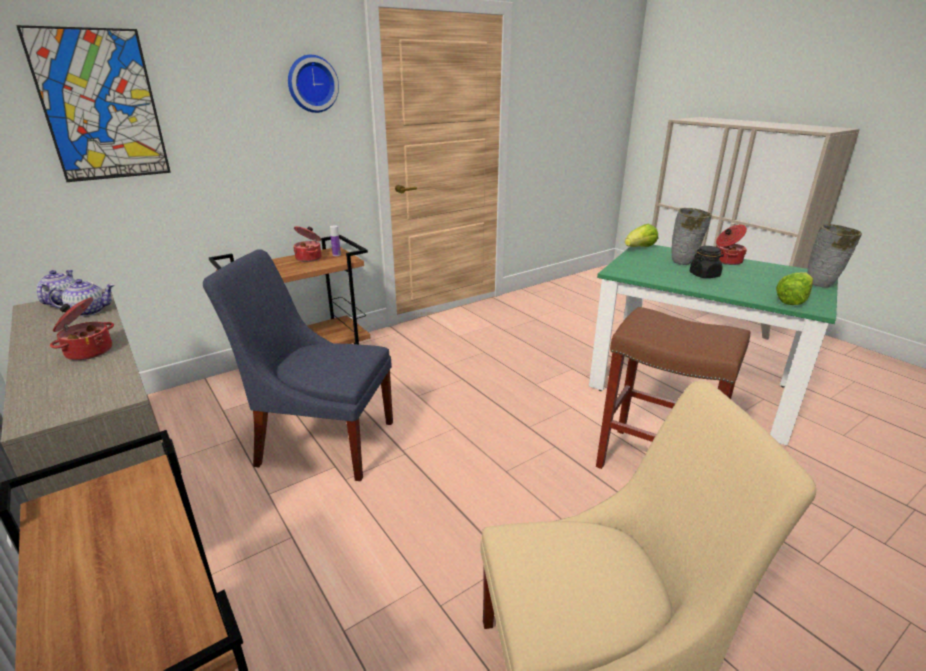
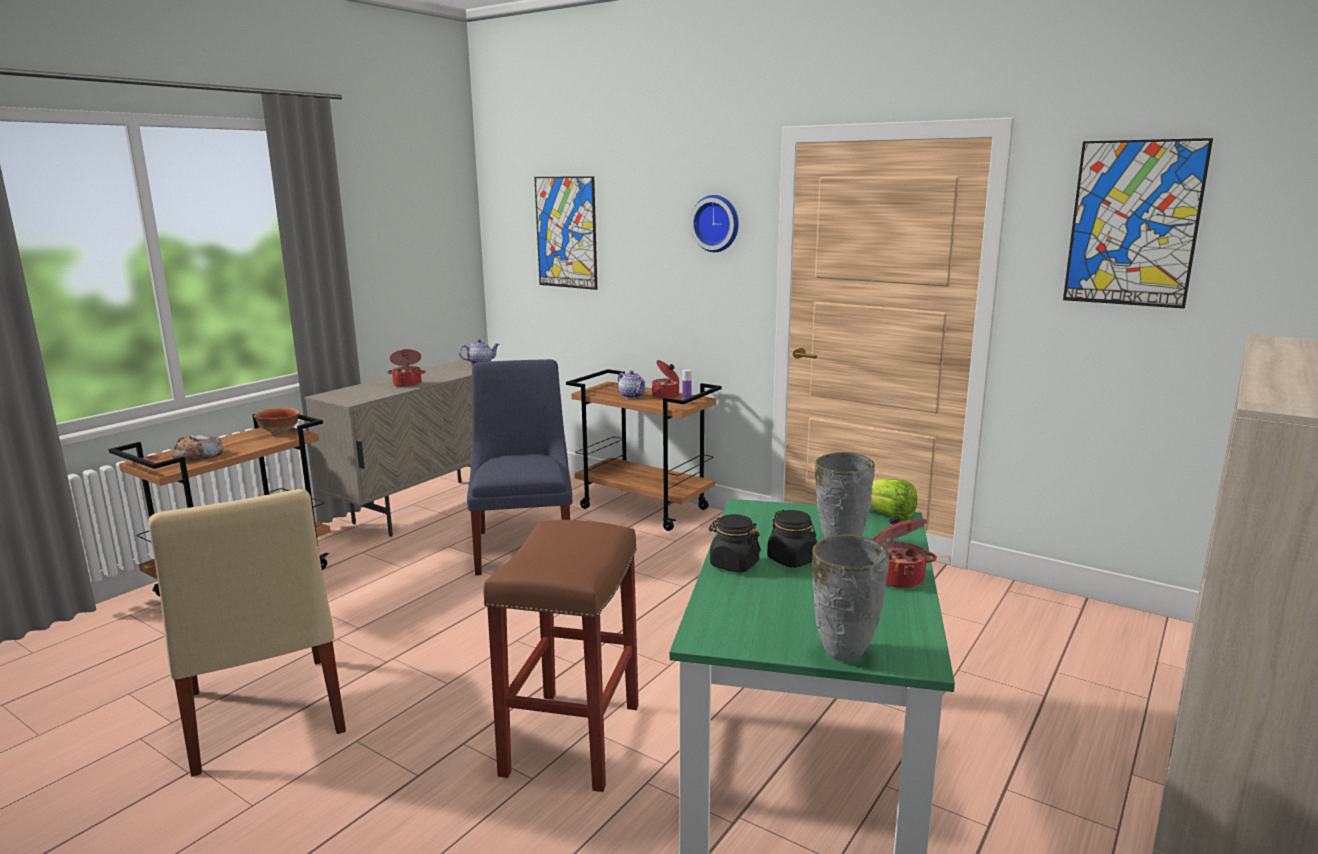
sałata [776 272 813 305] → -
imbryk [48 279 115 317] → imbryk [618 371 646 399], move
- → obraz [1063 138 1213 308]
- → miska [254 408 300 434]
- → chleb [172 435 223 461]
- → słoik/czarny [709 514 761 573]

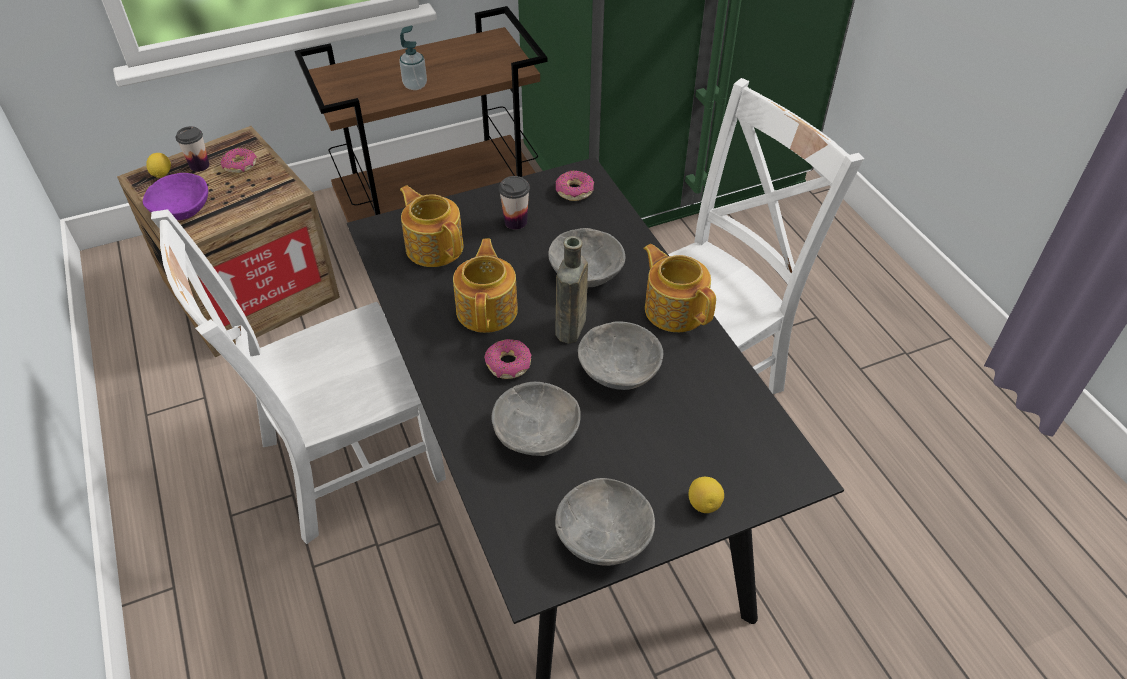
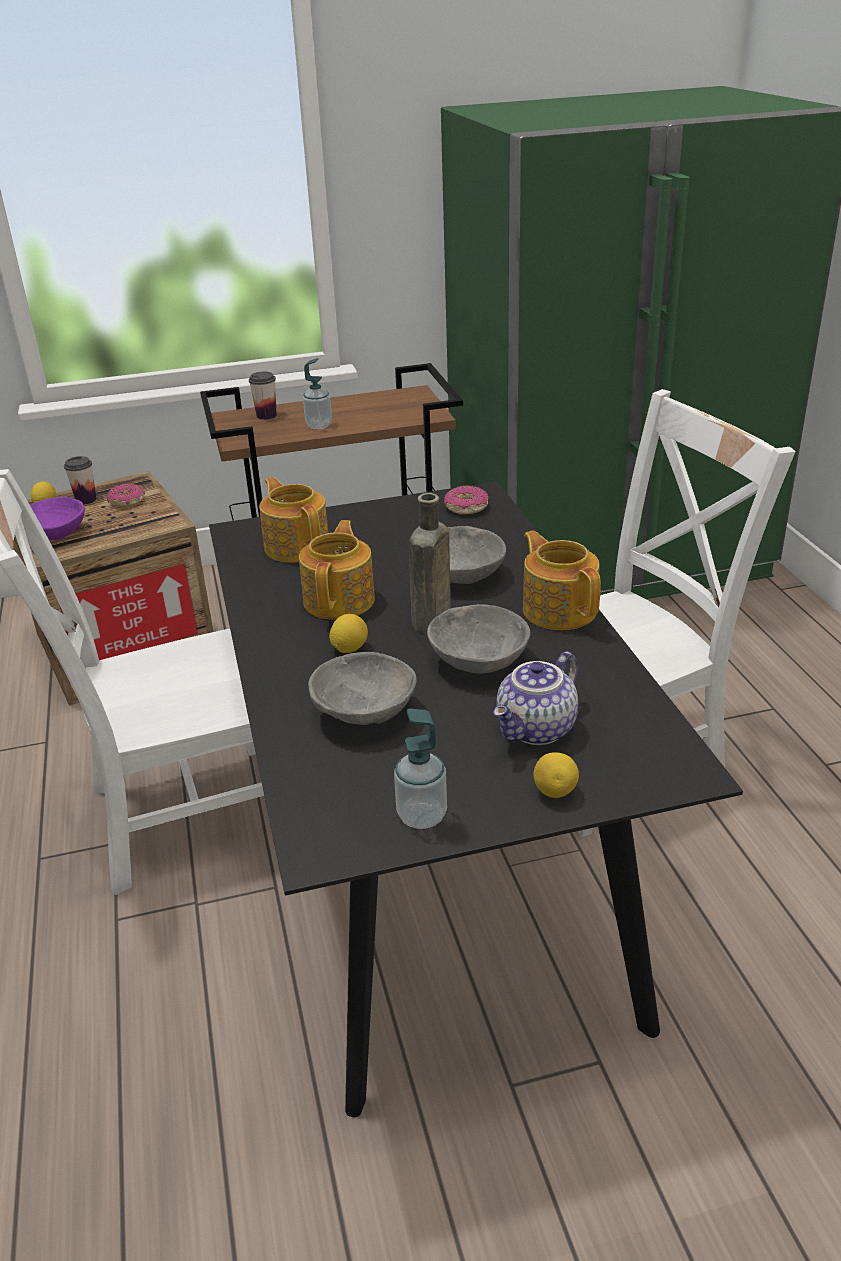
filiżanka [499 176 530 230] → filiżanka [249 372 277 420], move
donut [484 339 531 379] → cytryna [329 614 368 653]
miska/szary [555 478 655 566] → dozownik mydła [394 708 447 829]
- → imbryk [494 651 578 745]

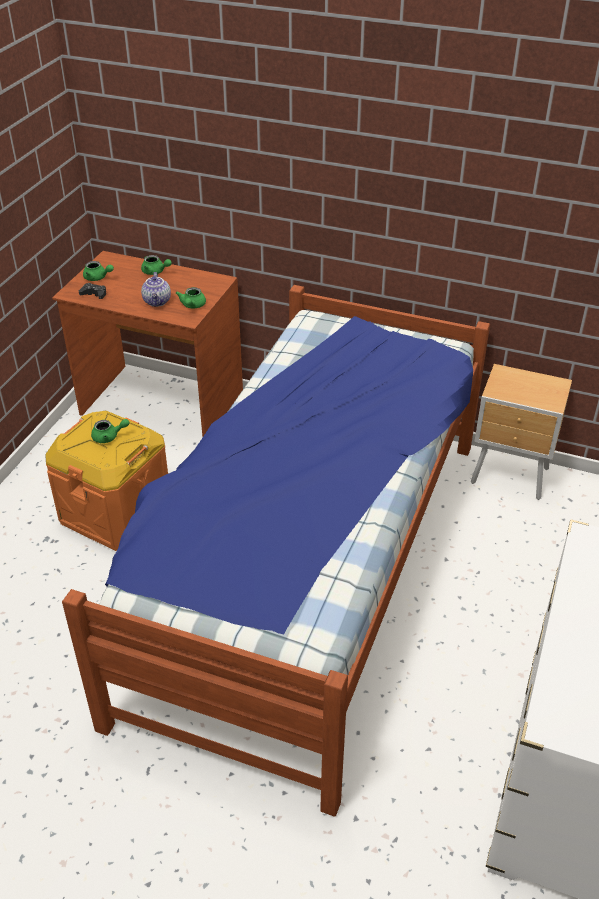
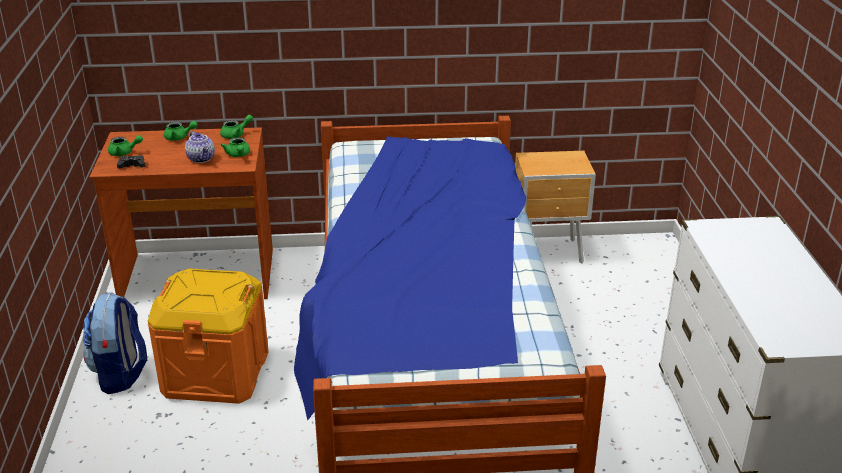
imbryk/zielony [91 419 129 443] → imbryk/zielony [220 115 253 139], move
- → plecak [83 292 147 394]

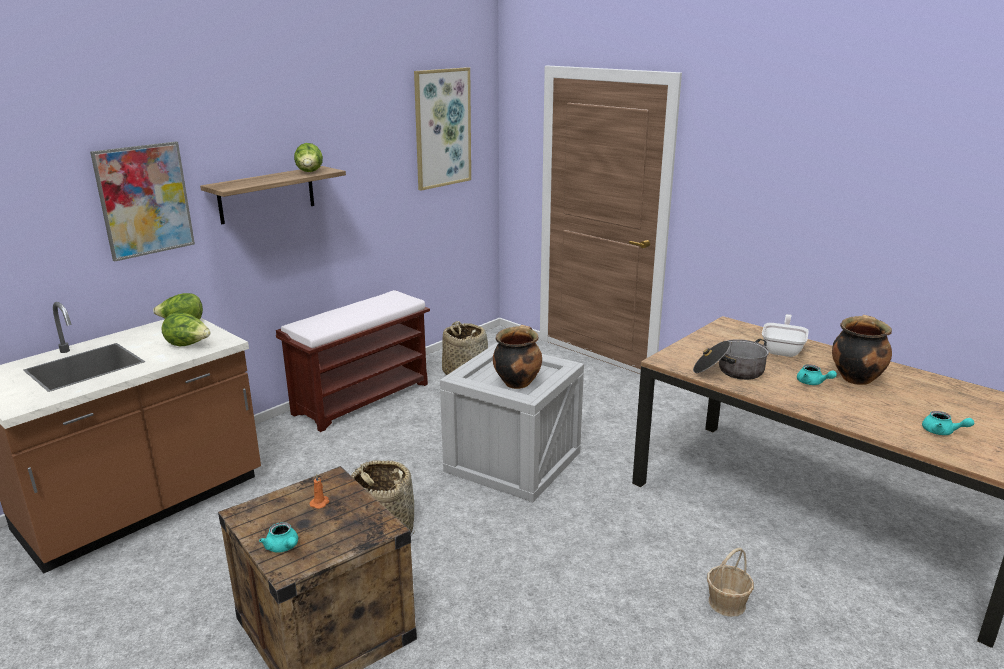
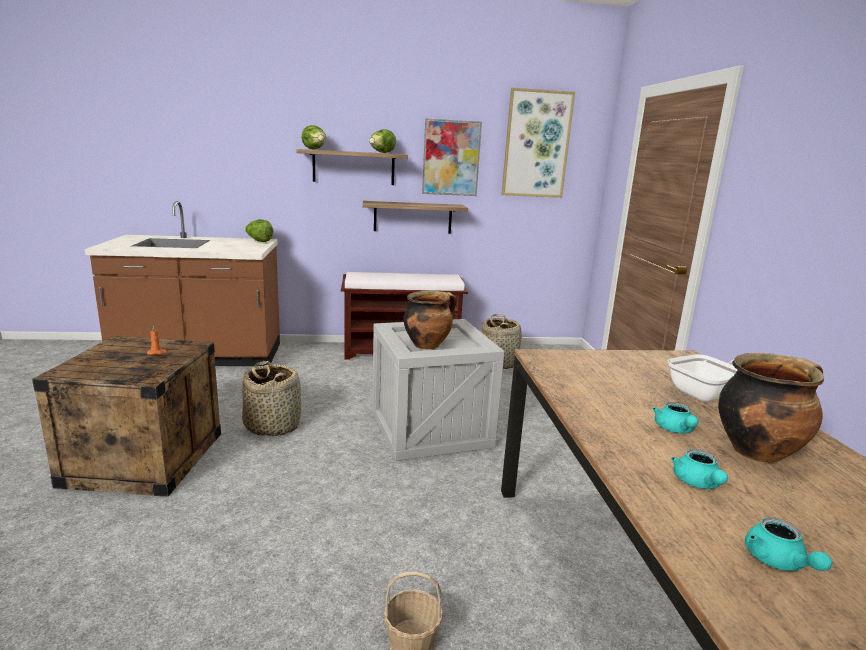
obraz [90 141 195 261] → obraz [422 118 482 196], move
sałata [162 313 211 347] → sałata [301 125 326 150], move
garnek [693 339 769 380] → -
imbryk/turkusowy [259 522 298 553] → imbryk/turkusowy [671 449 728 489], move
- → półka [362 201 468 234]

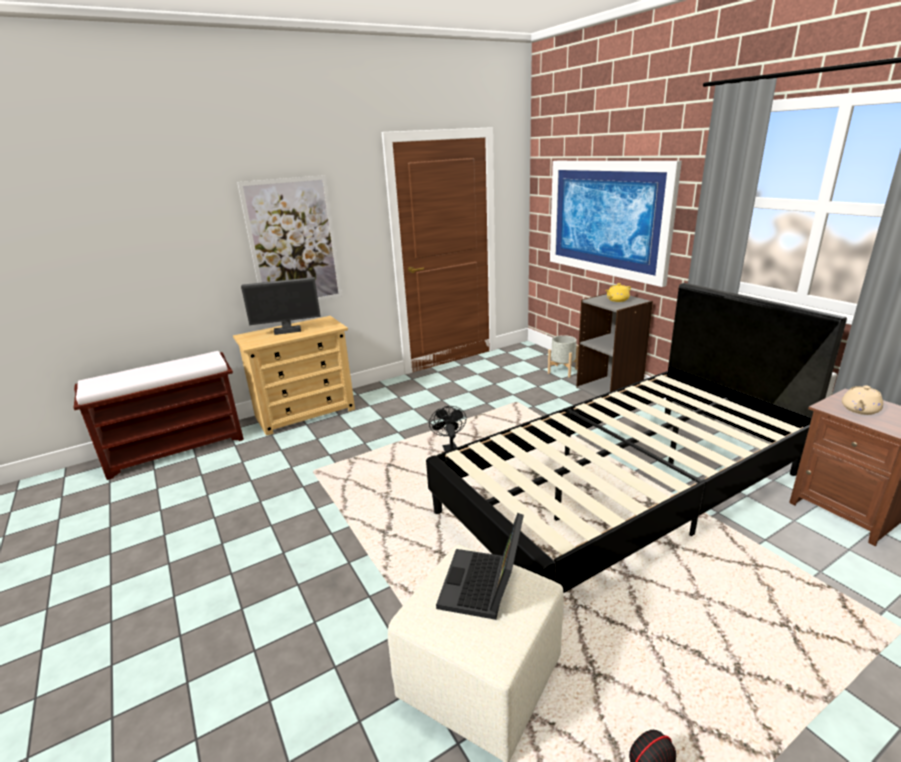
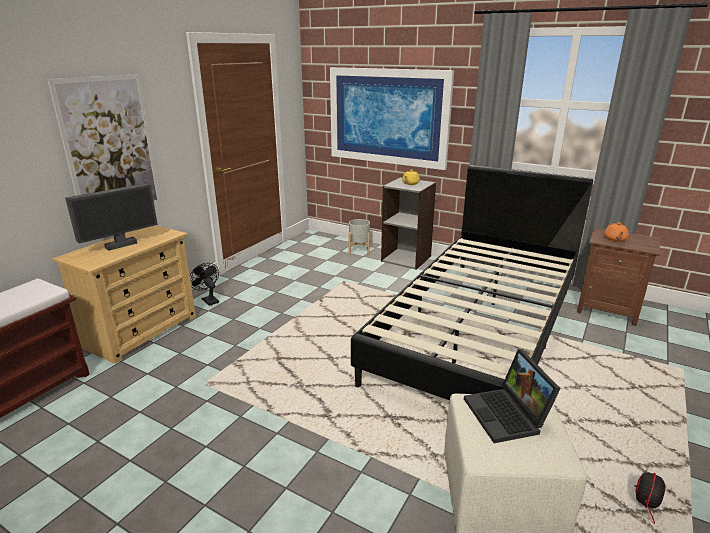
imbryk/beżowy [842 385 883 415] → imbryk/pomarańczowy [604 222 629 242]
wentylator/czarny [429 406 466 452] → wentylator/czarny [190 263 219 306], move

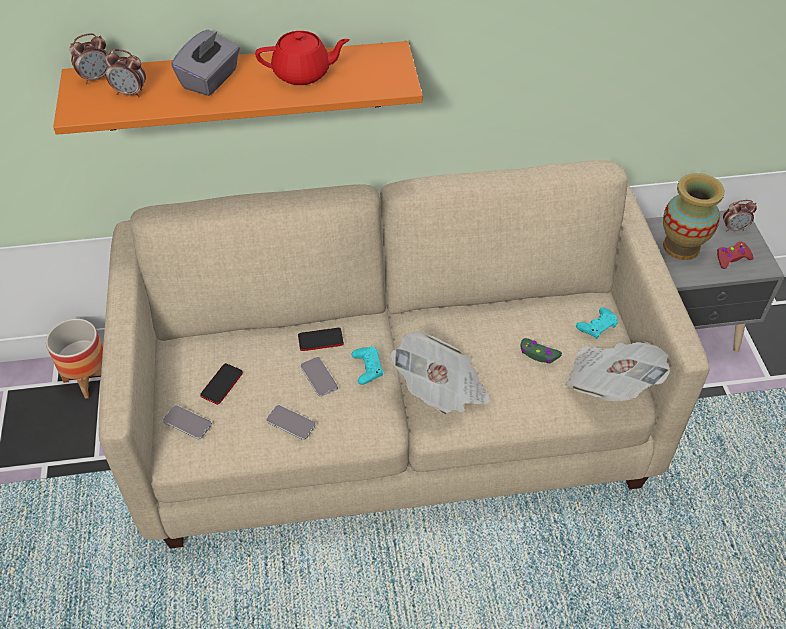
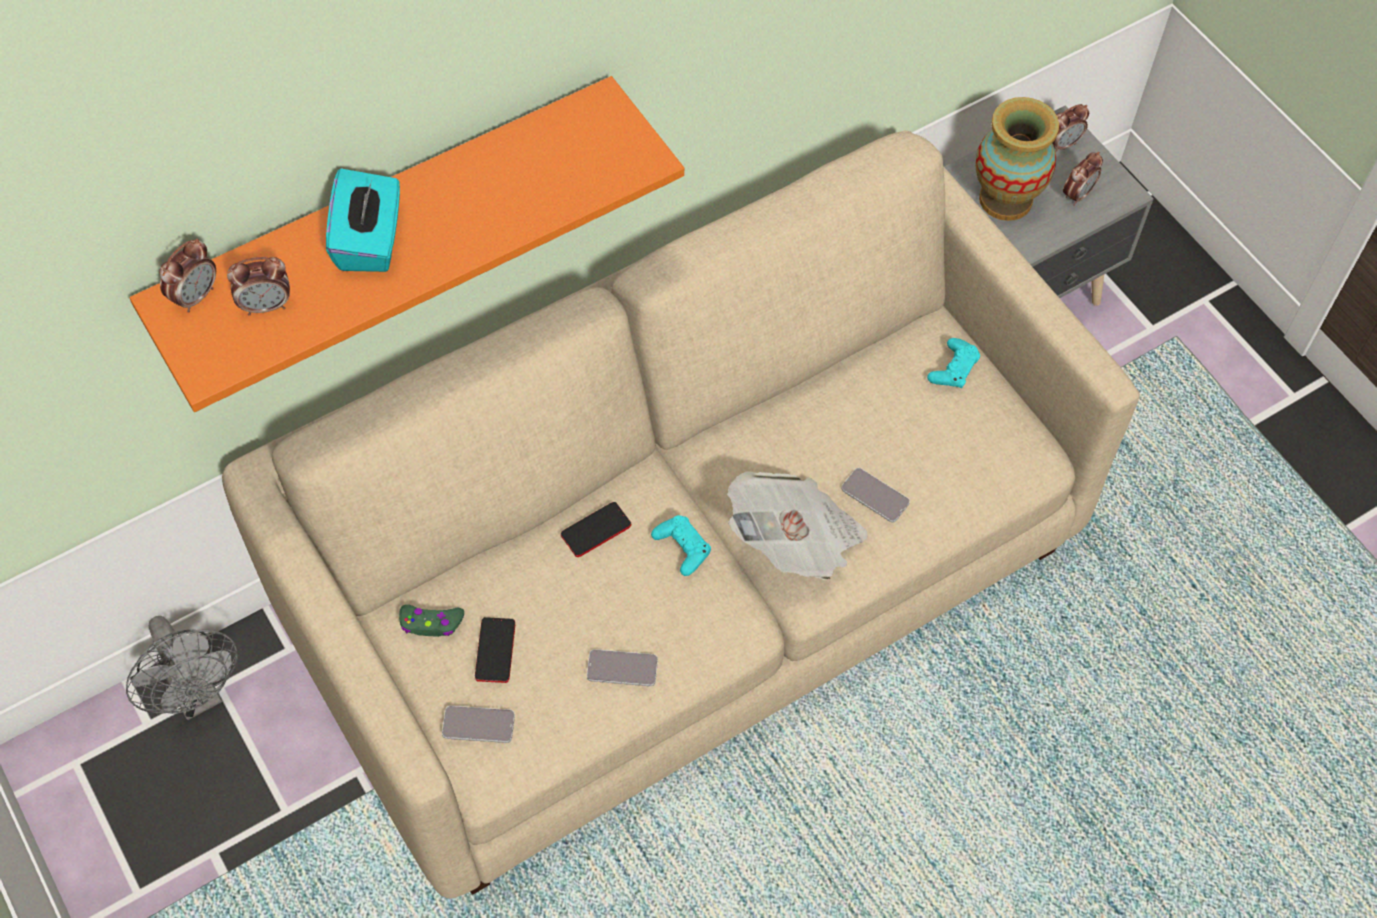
pudełko chusteczek/szary [171 30 240 96] → pudełko chusteczek/turkusowy [326 169 400 272]
imbryk/czerwony [255 31 349 85] → -
pad do gier/czerwony [717 242 754 269] → budzik [1063 152 1103 206]
donica [46 319 103 399] → wentylator/szary [126 616 237 720]
pad do gier/zielony [520 338 562 363] → pad do gier/zielony [399 604 464 637], move
gazeta [565 342 670 402] → -
telefon [300 357 338 397] → telefon [841 468 910 522], move

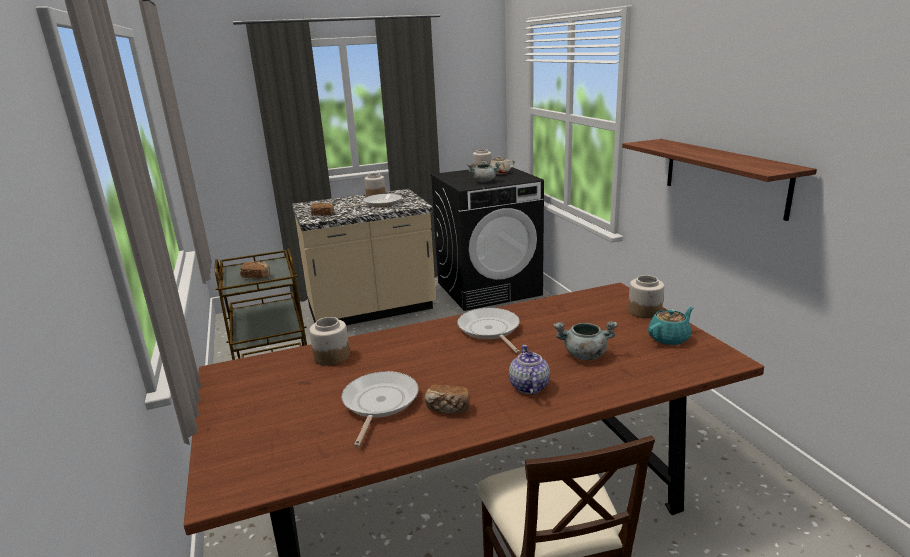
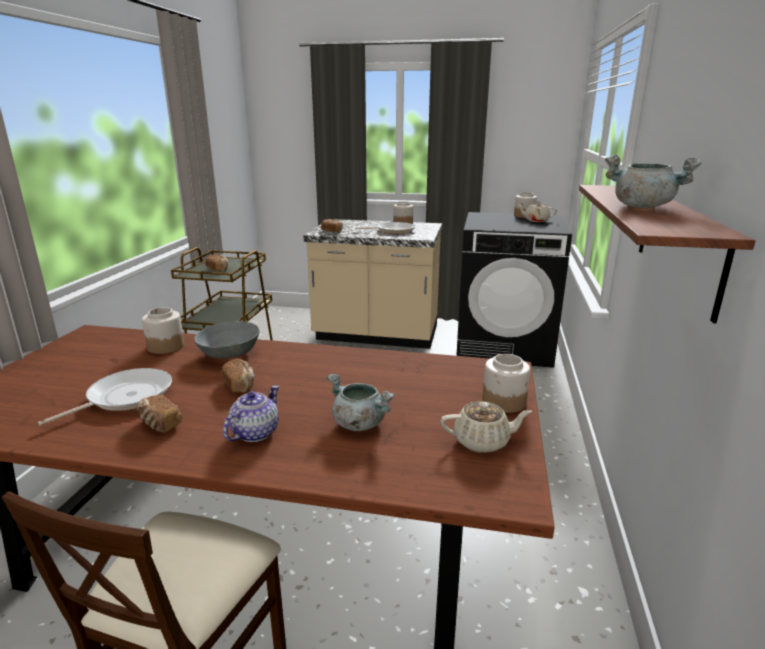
garnek/szary [467 162 501 182] → garnek/szary [605 155 701 208], move
imbryk/turkusowy [648 307 694 345] → imbryk/beżowy [440 401 532 453]
patelnia [457 308 520 354] → -
- → miska/szary [194 321 260 359]
- → chleb [221 359 255 393]

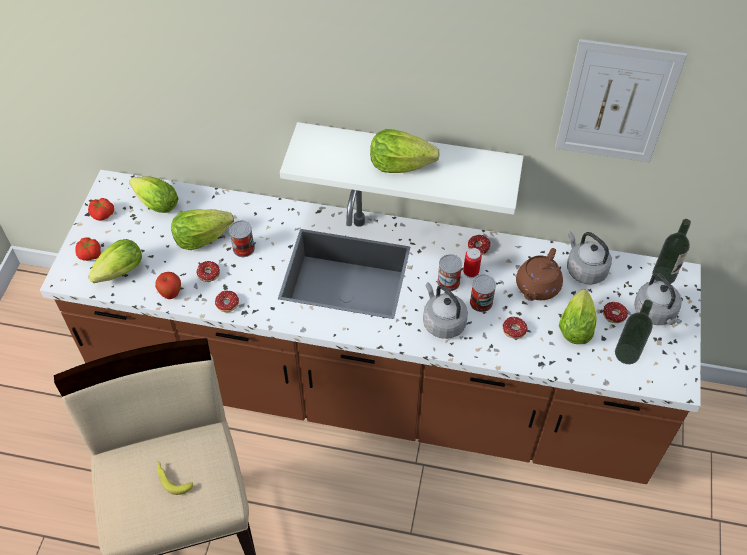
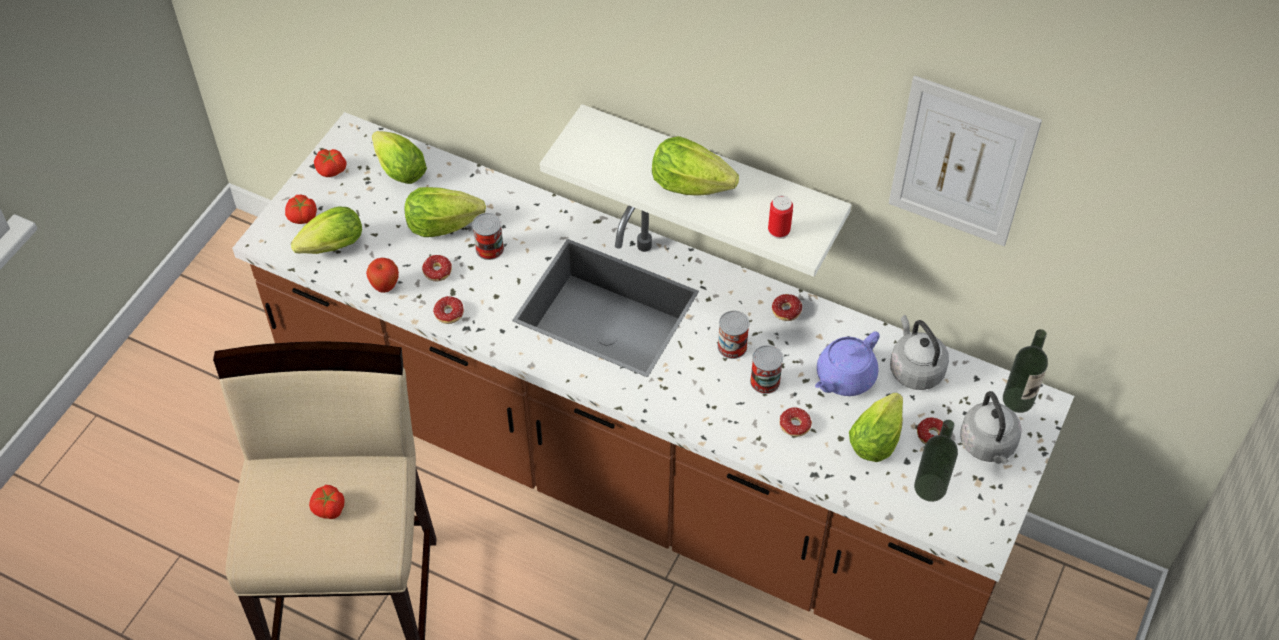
puszka [463 248 482 278] → puszka [768 195 793 239], move
imbryk/brązowy [516 248 563 301] → imbryk/fioletowy [815 331 880 396]
czajnik/szary [423 282 468 339] → -
banan [157 461 193 495] → pomidor [309 485 344 519]

